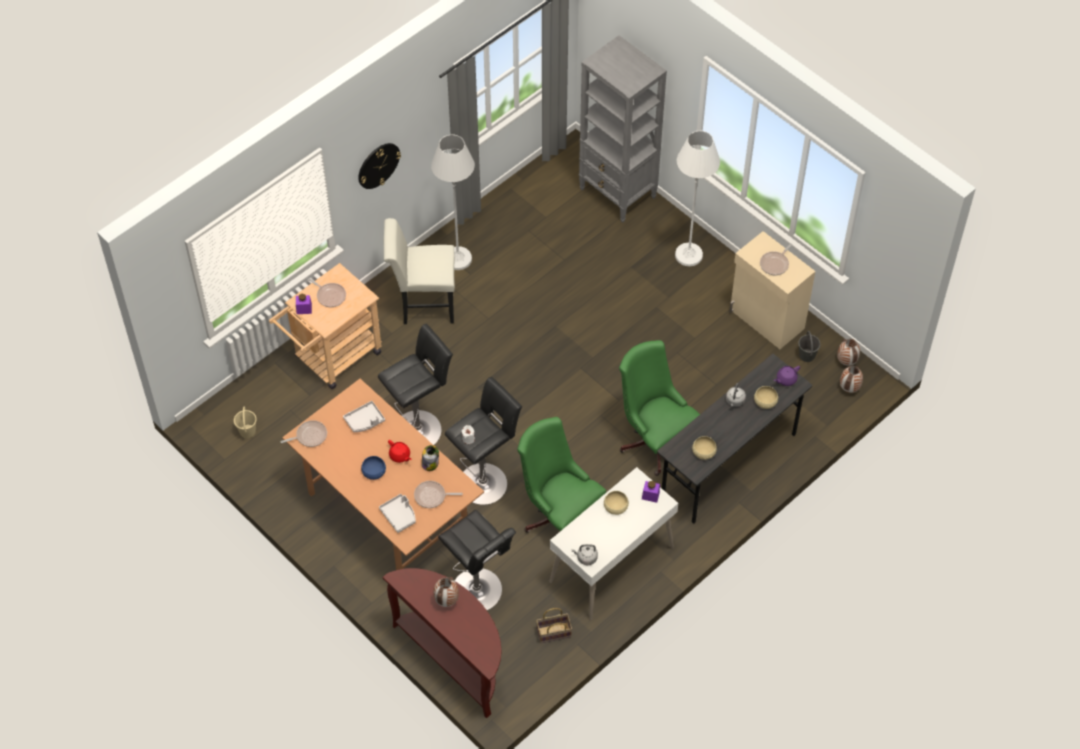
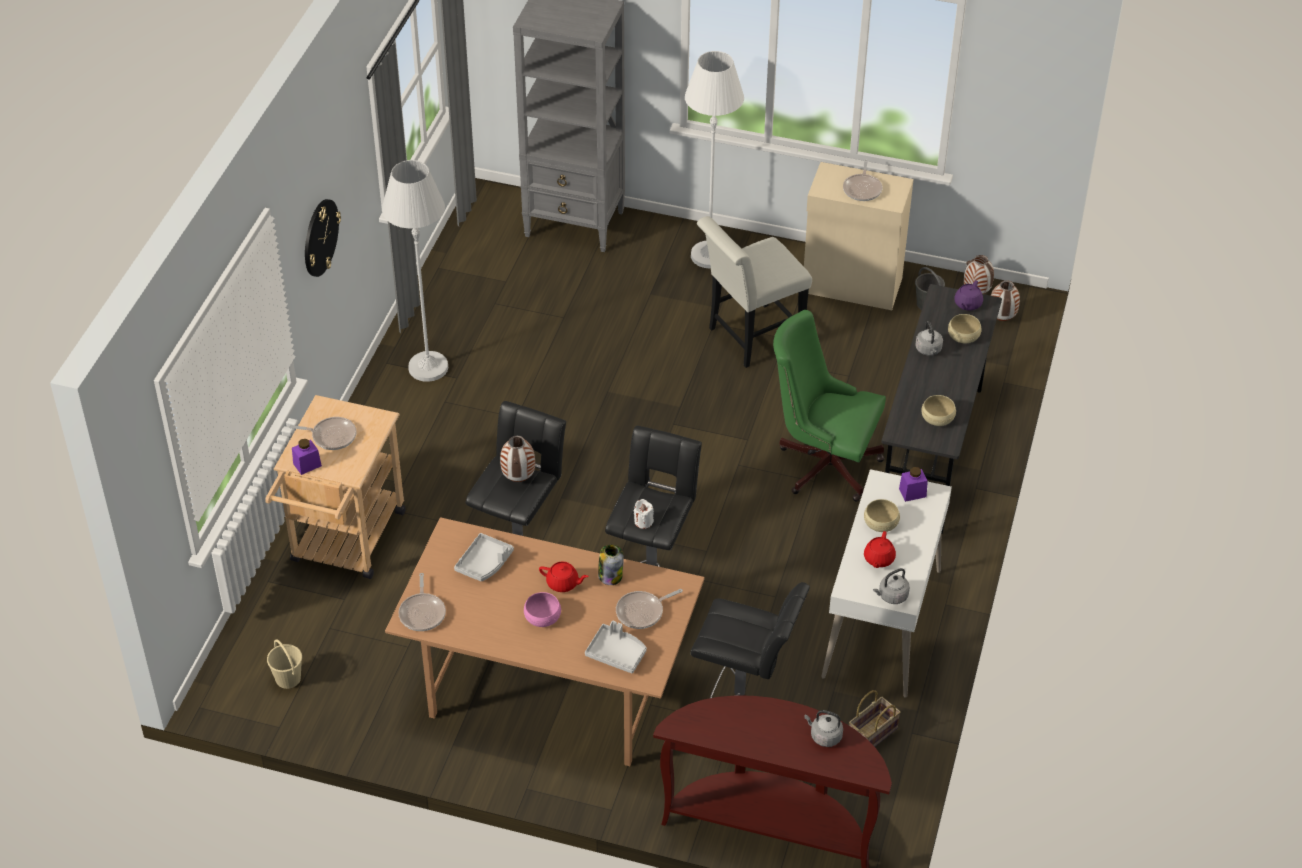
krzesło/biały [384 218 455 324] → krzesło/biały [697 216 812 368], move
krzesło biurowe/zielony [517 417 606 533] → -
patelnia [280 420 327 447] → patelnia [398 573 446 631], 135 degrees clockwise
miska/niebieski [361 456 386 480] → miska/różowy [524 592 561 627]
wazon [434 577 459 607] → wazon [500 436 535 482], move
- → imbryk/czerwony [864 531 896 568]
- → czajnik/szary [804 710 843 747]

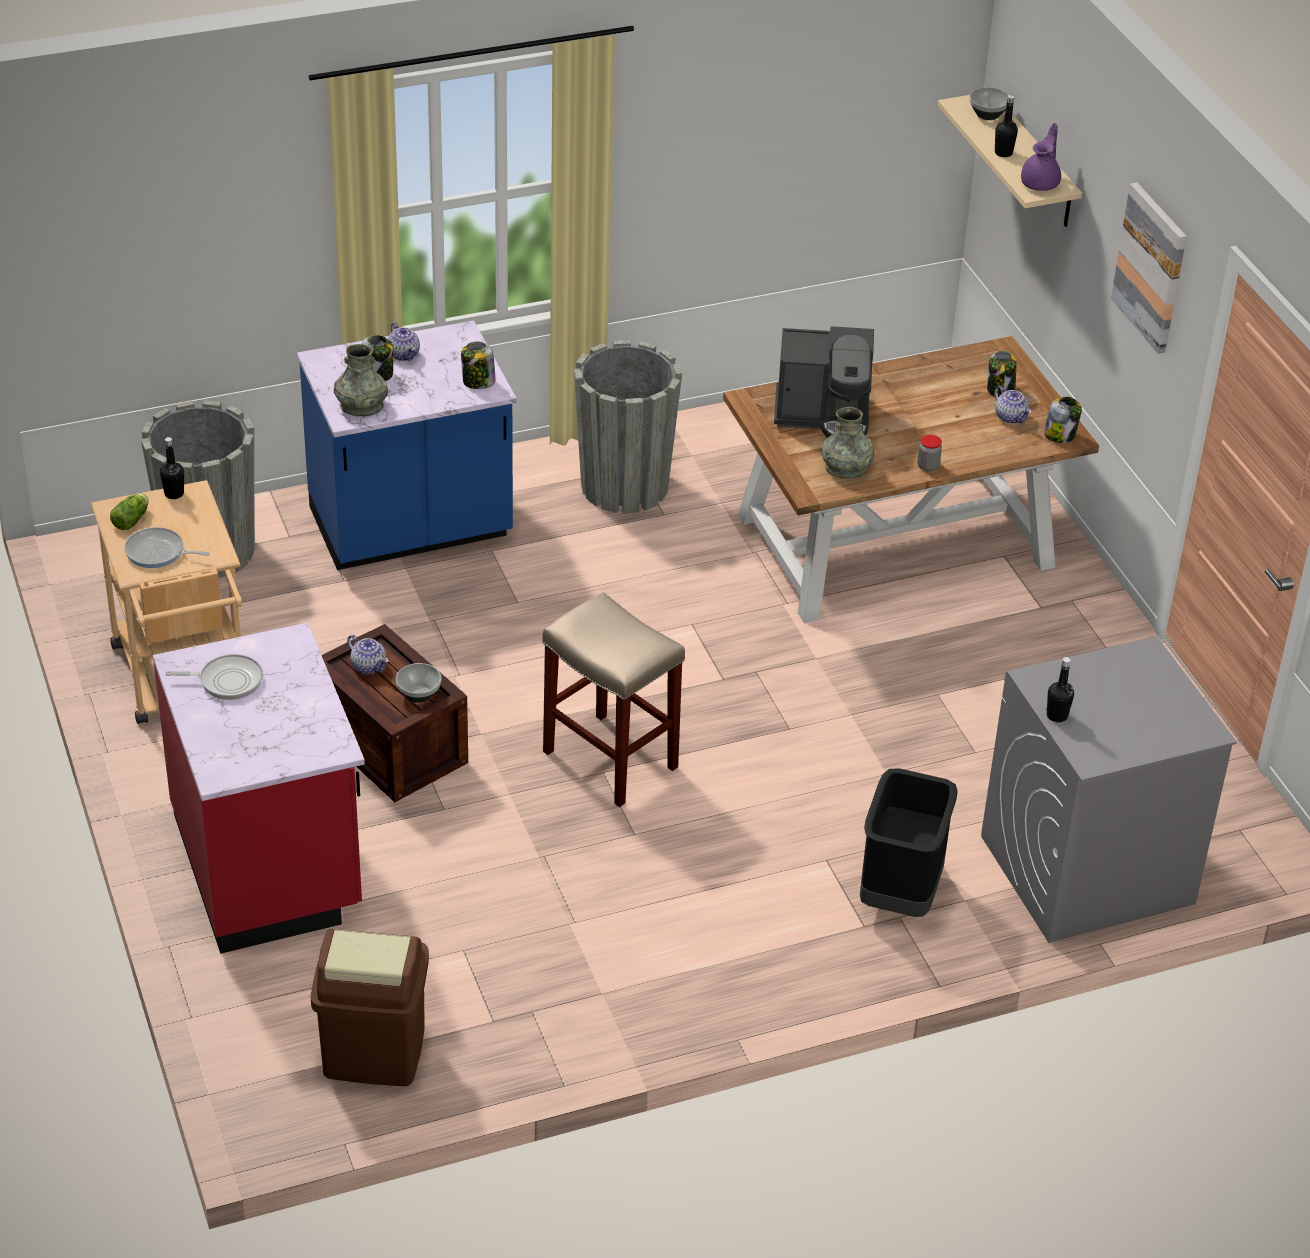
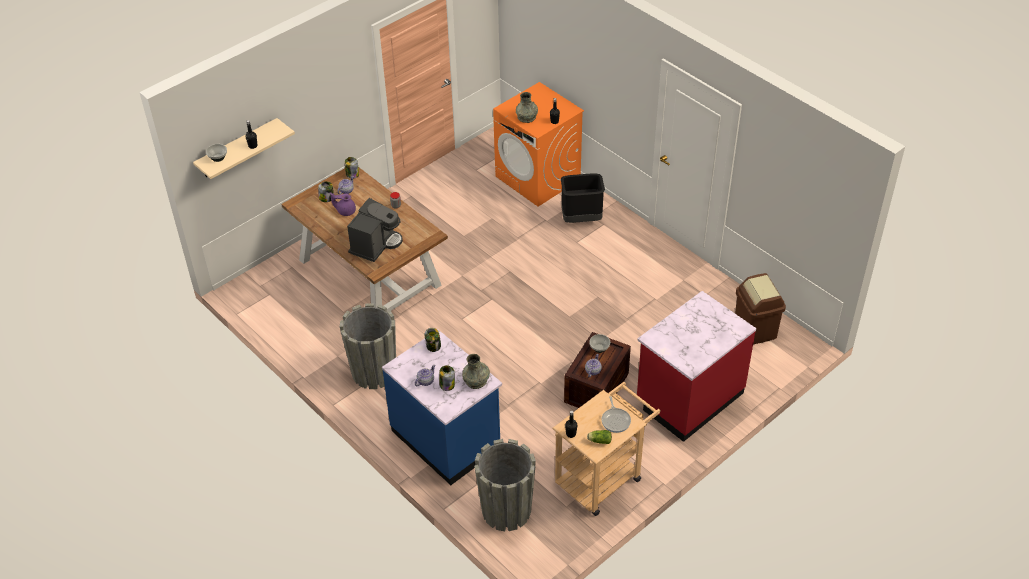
imbryk/fioletowy [1021 123 1061 191] → imbryk/fioletowy [330 193 356 216], move
obraz [1111 182 1187 354] → -
ekspres do kawy [774 326 874 438] → ekspres do kawy [347 198 403 262], 45 degrees clockwise
wazon/szary [821 407 874 479] → wazon/szary [516 92 538 123], move
stołek/beżowy [542 592 685 807] → -
pralka/szary [981 636 1237 943] → pralka/pomarańczowy [493 82 584 207]
patelnia [166 654 263 700] → -

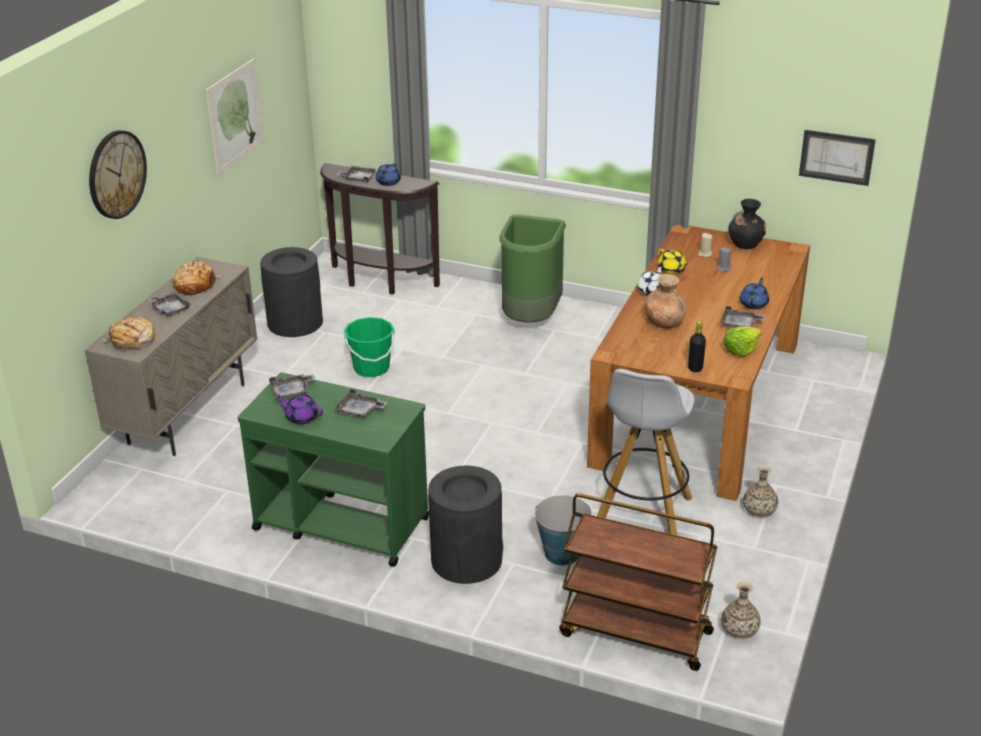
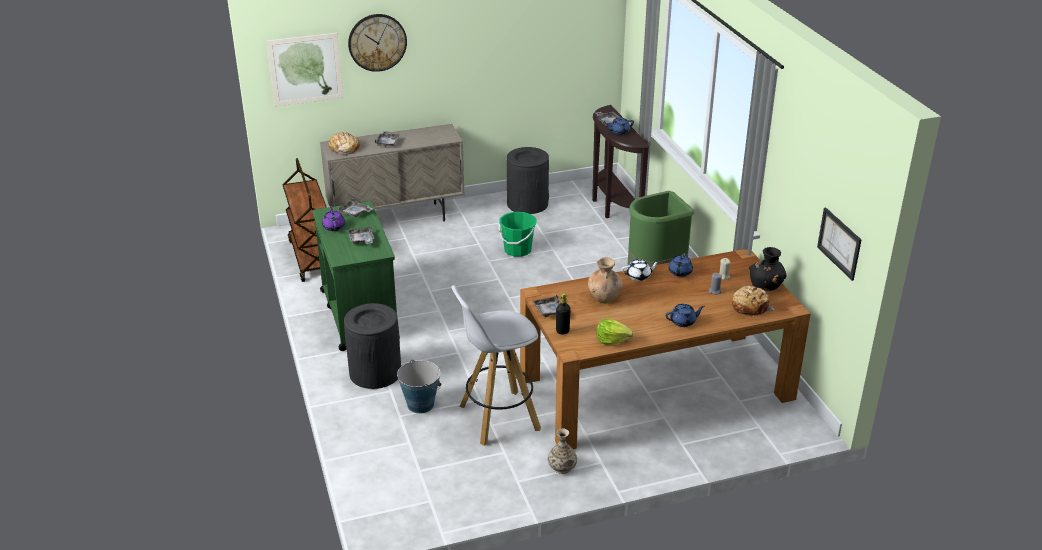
obraz [206 58 264 176] → obraz [267 33 343 107], move
imbryk/żółty [658 249 688 274] → imbryk/niebieski [669 253 693 277]
chleb [172 262 220 295] → chleb [732 286 774 317], move
taca/szary [720 306 766 328] → taca/szary [533 294 561 317], move
wózek/brązowy [559 493 718 671] → wózek/brązowy [282 158 327 282], move
wazon [721 581 761 640] → -

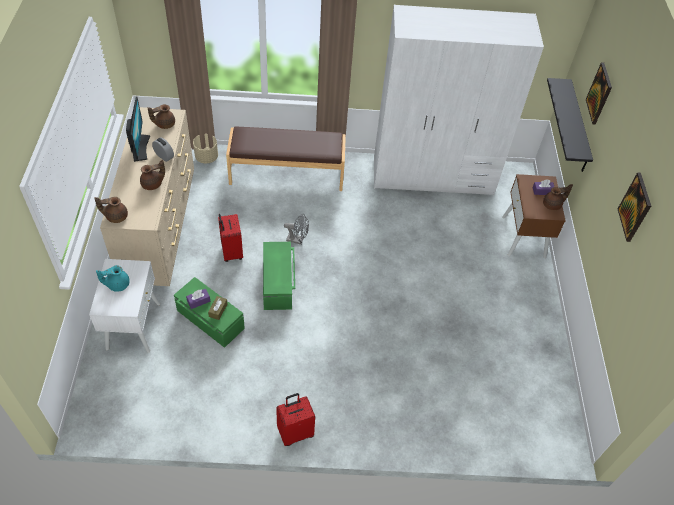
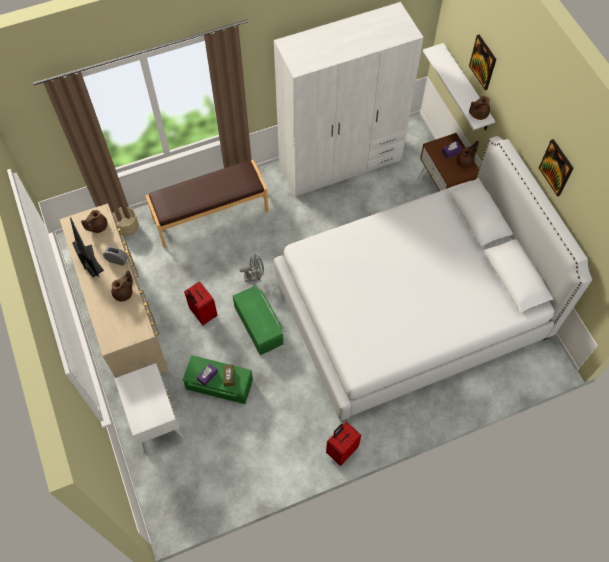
półka/czarny [547 78 593 172] → półka/biały [423 43 495 130]
imbryk/brązowy [94 197 128 223] → imbryk/brązowy [469 96 490 120], move
imbryk/turkusowy [96 265 130 292] → -
- → łóżko/biały [274 136 592 421]

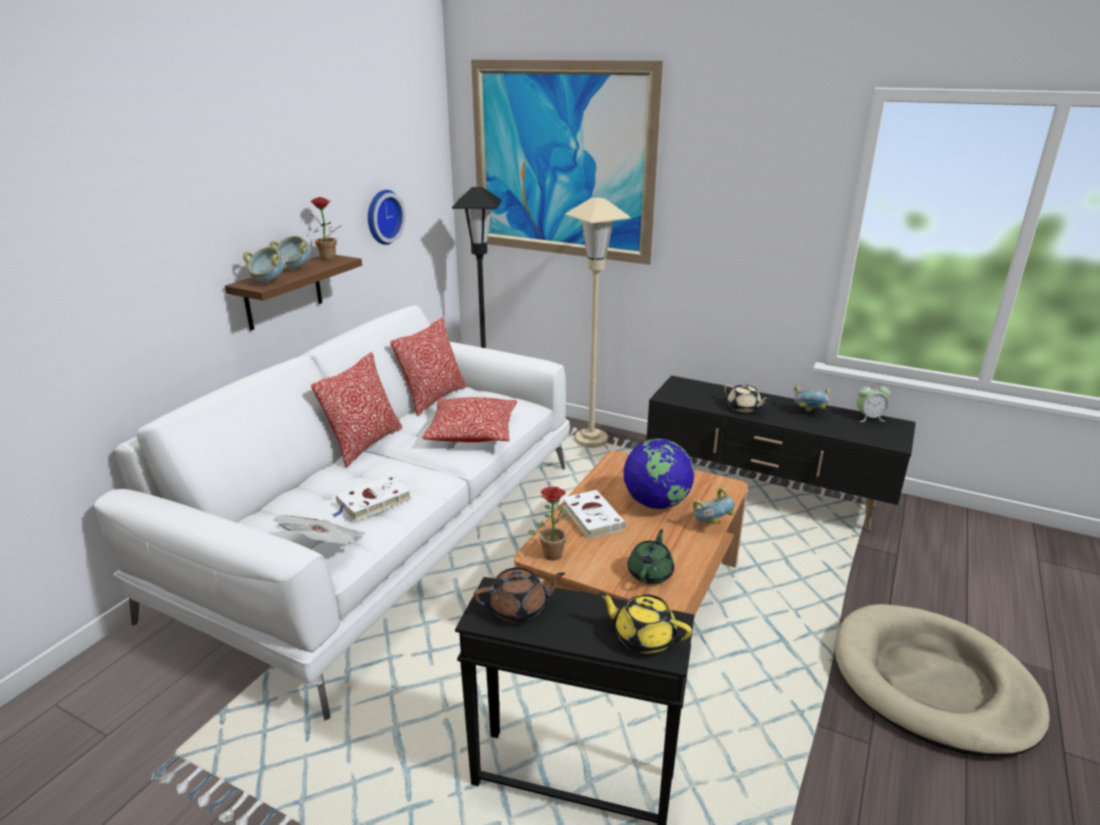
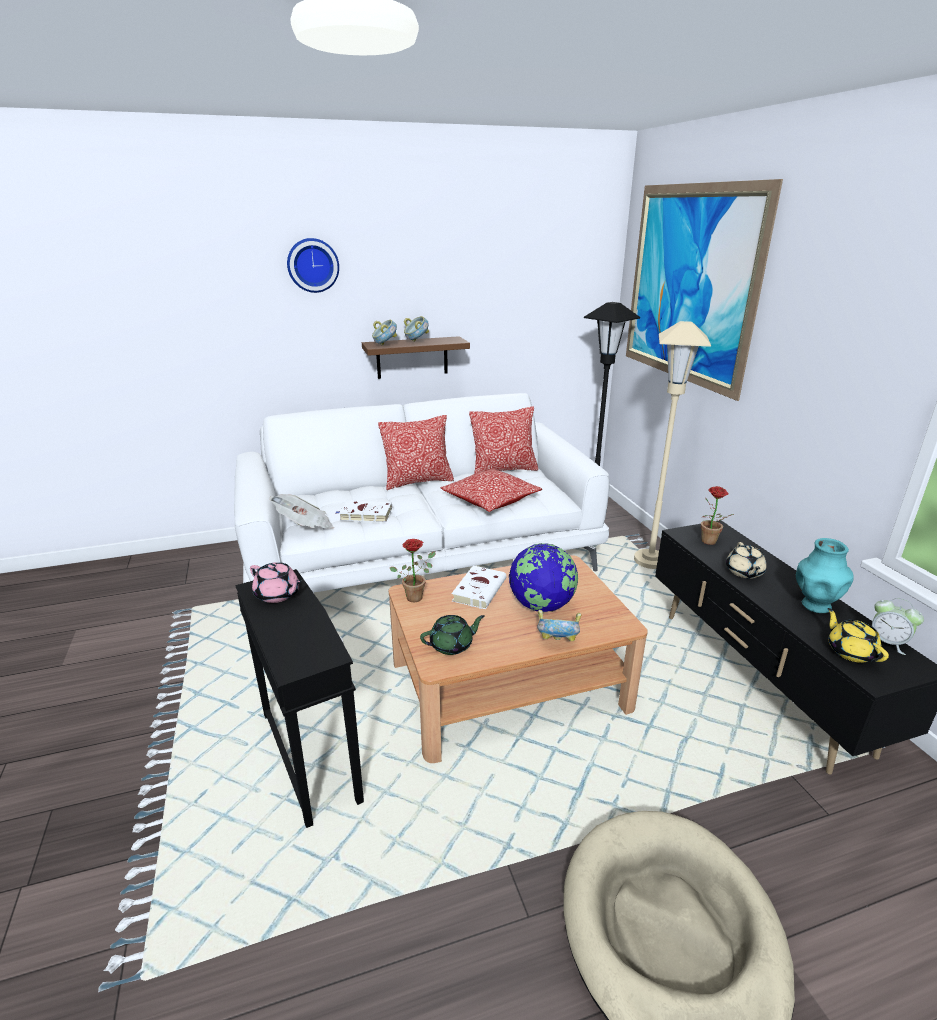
zegar ścienny [368 190 406 245] → zegar ścienny [287 238 339 293], move
roślina doniczkowa [310 197 342 261] → roślina doniczkowa [701 486 734 545], move
miska [794 386 830 411] → wazon/turkusowy [796 538 854 613]
imbryk/brązowy [474 567 565 623] → imbryk/różowy [250 562 302 603]
imbryk/żółty [599 593 692 653] → imbryk/żółty [827 608 889 663], move

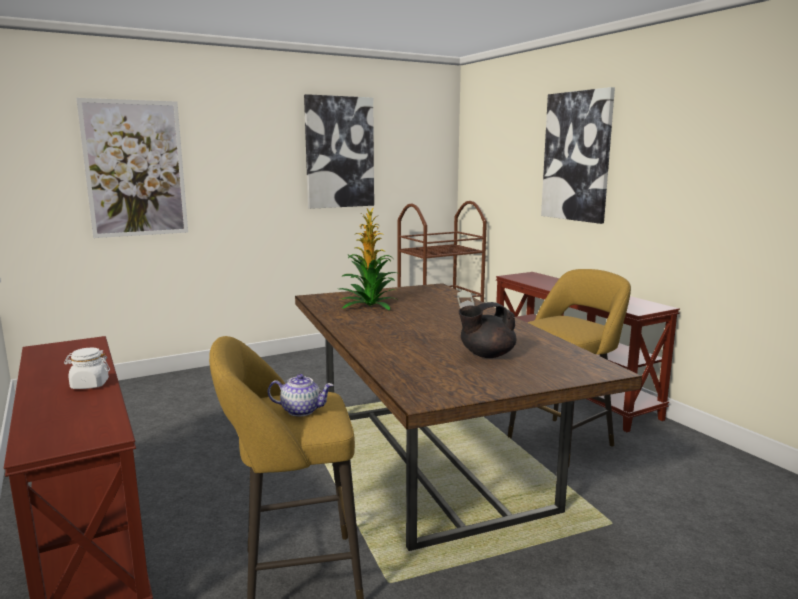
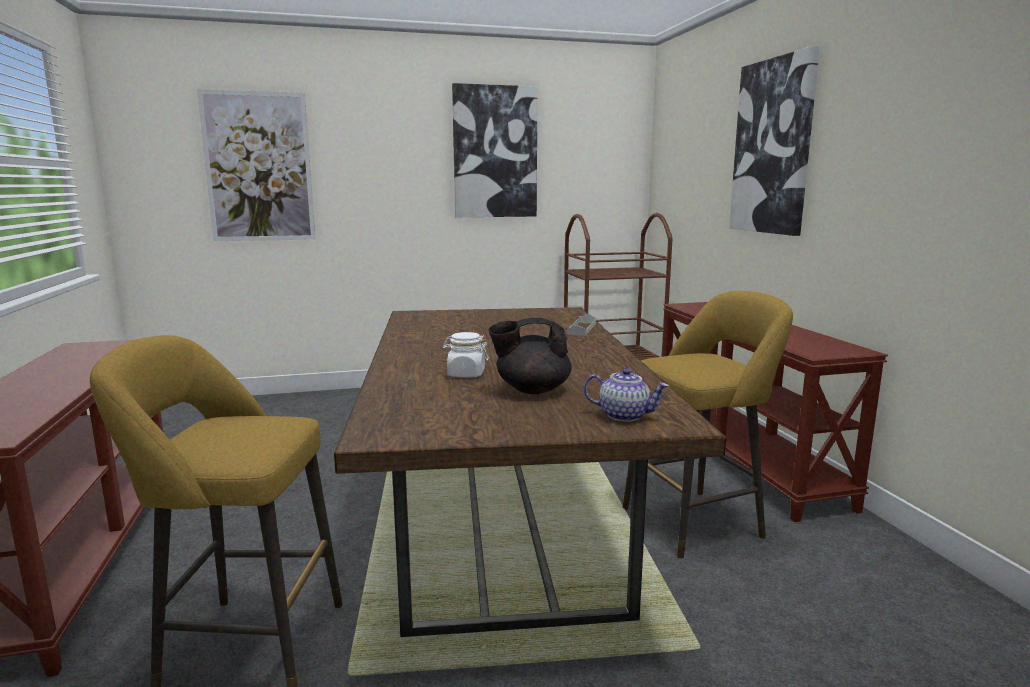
roślina doniczkowa [339 207 400 310] → -
słoik/biały [64 348 110 389] → słoik/biały [442 332 489 378], move
imbryk [268 374 333 416] → imbryk [584 368 669 422], move

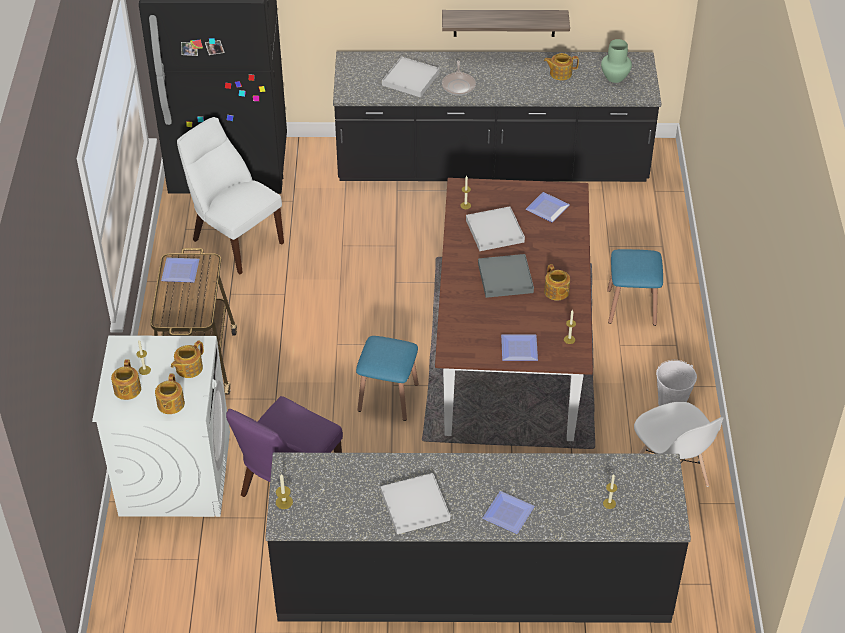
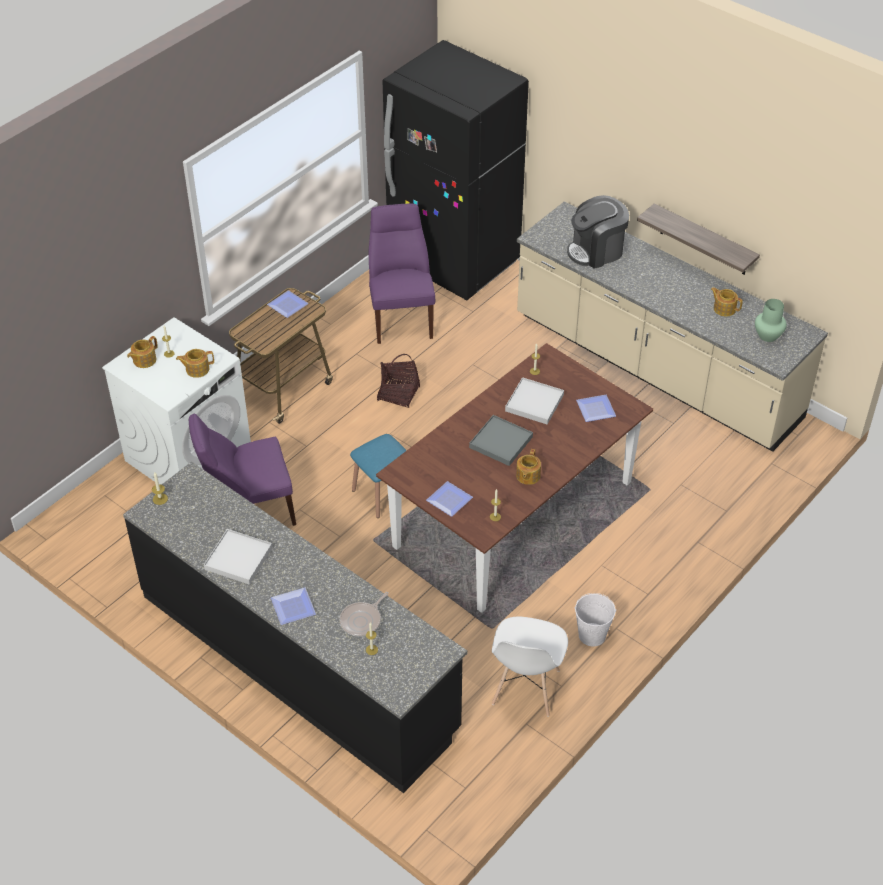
zabudowa kuchenna/czarny [333 51 661 182] → zabudowa kuchenna/beżowy [517 201 828 452]
taca/biały [382 56 439 97] → ekspres do kawy [567 195 629 269]
patelnia [442 61 476 95] → patelnia [340 592 388 637], move
krzesło/biały [177 117 284 274] → krzesło/fioletowy [369 204 435 344]
stołek/niebieski [607 249 663 326] → -
imbryk [155 374 185 414] → -
- → koszyk [377 354 420 408]

